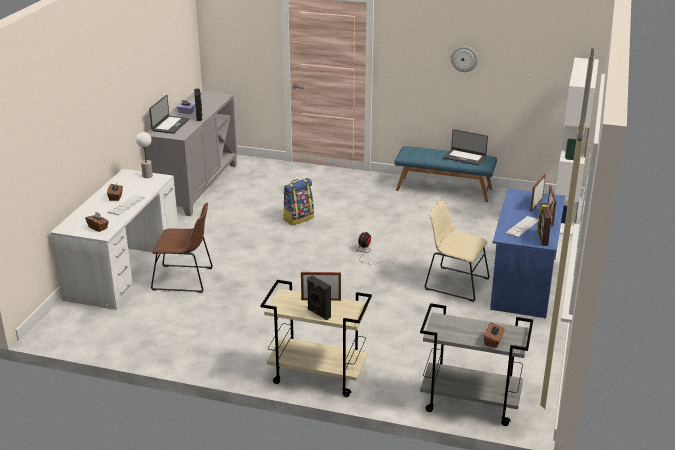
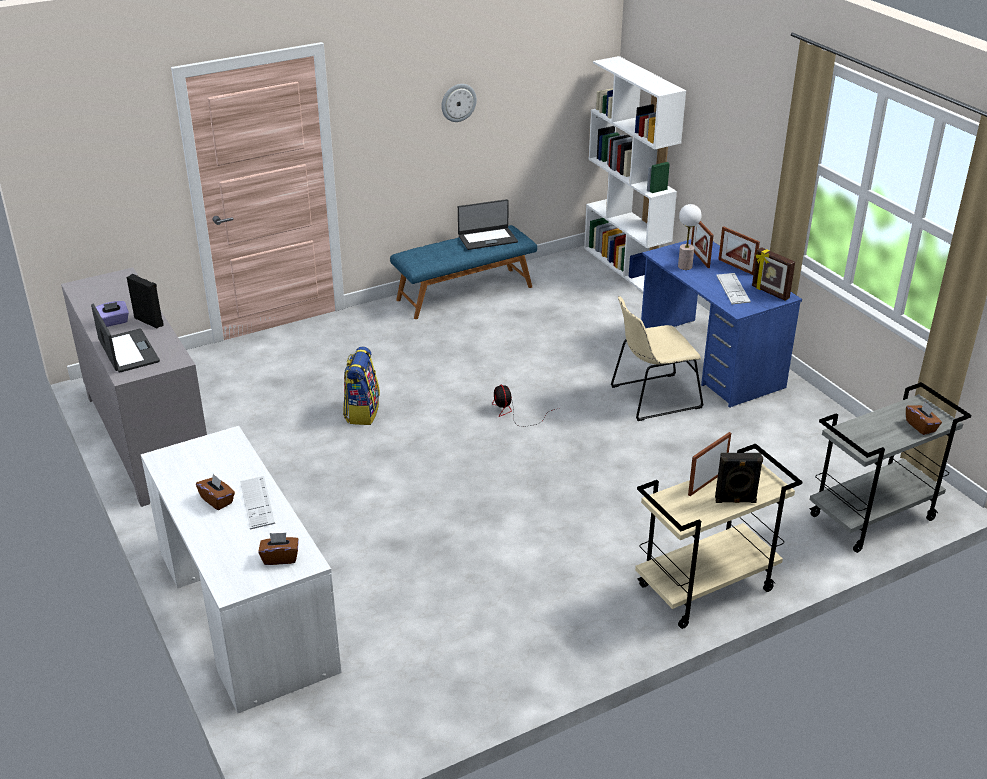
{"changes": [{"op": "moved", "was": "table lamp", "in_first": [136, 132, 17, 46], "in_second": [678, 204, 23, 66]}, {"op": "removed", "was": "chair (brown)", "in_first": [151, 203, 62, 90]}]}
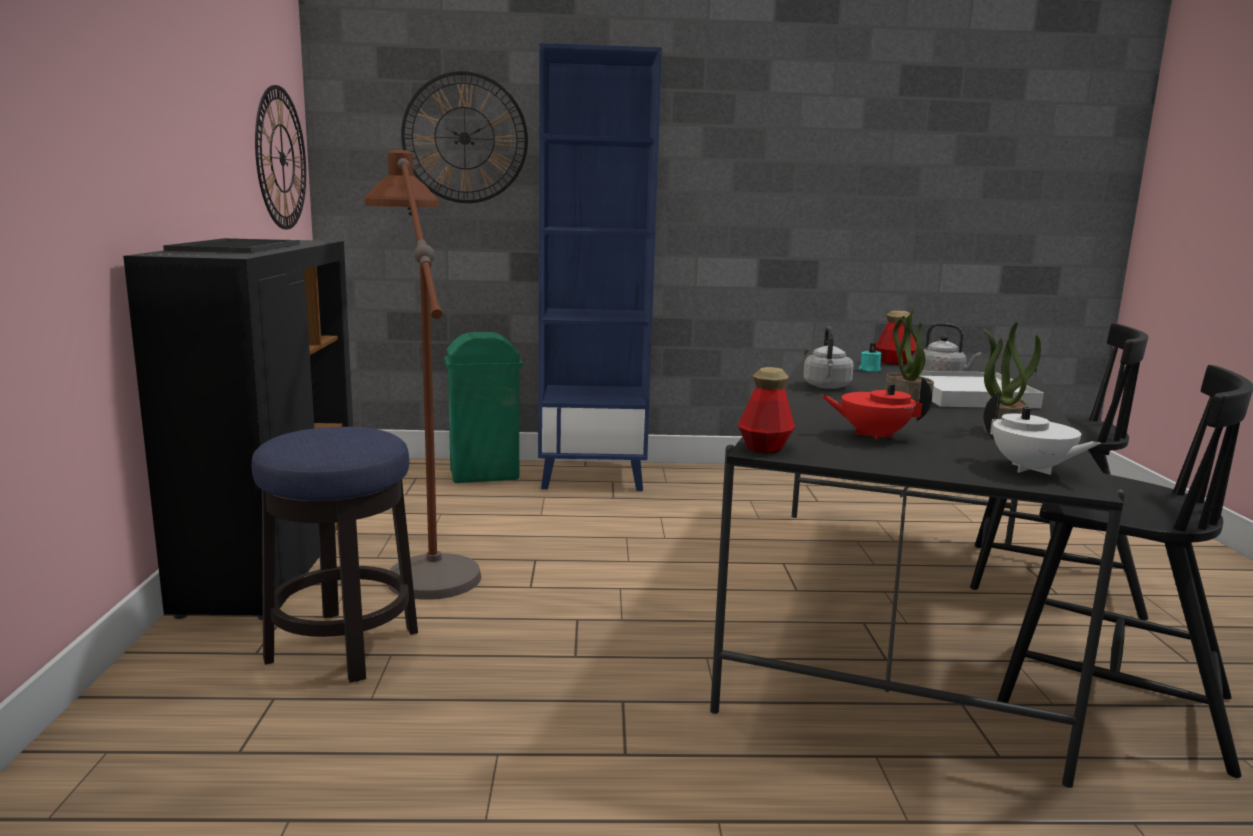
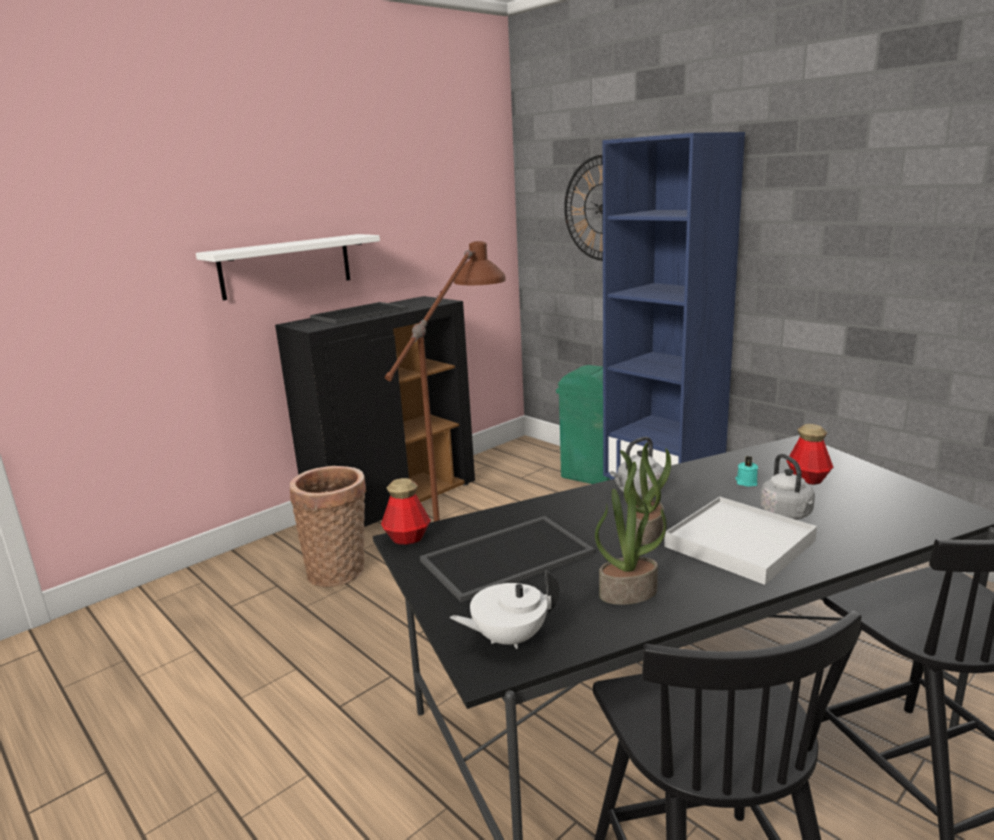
{"changes": [{"op": "removed", "was": "wall clock", "in_first": [255, 85, 51, 145]}, {"op": "replaced", "was": "teapot (red)", "now": "tray", "in_first": [821, 377, 111, 64], "in_second": [420, 516, 175, 87]}, {"op": "turned", "was": "teapot (white)", "in_first": [984, 392, 117, 83], "in_second": [450, 570, 110, 79], "clockwise": 60}, {"op": "replaced", "was": "stool", "now": "basket", "in_first": [252, 427, 166, 256], "in_second": [290, 466, 76, 121]}, {"op": "added", "now": "shelf (white)", "in_second": [196, 234, 184, 66]}]}
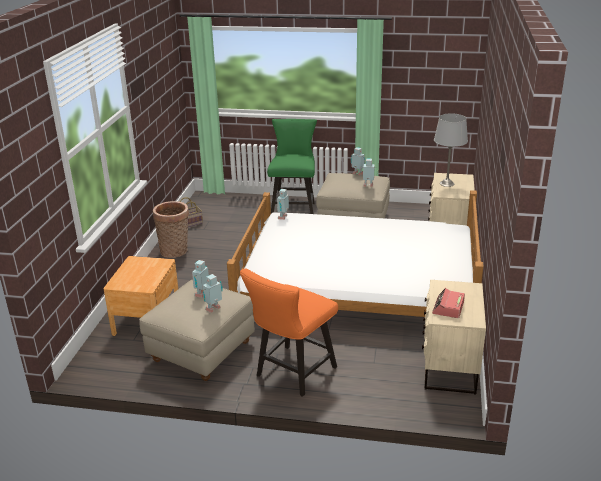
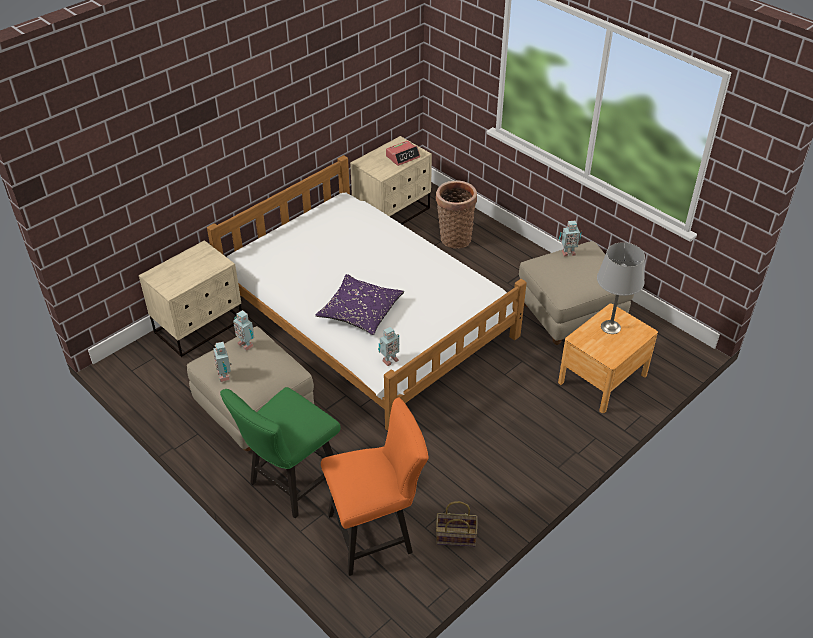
{"changes": [{"op": "moved", "was": "table lamp (grey)", "in_first": [434, 113, 34, 74], "in_second": [597, 242, 48, 92]}, {"op": "moved", "was": "basket", "in_first": [153, 201, 36, 57], "in_second": [436, 181, 41, 68]}, {"op": "removed", "was": "toy robot", "in_first": [192, 260, 17, 38]}, {"op": "moved", "was": "chair (orange)", "in_first": [240, 269, 98, 128], "in_second": [321, 397, 107, 179]}, {"op": "added", "now": "pillow (purple)", "in_second": [315, 274, 89, 61]}]}
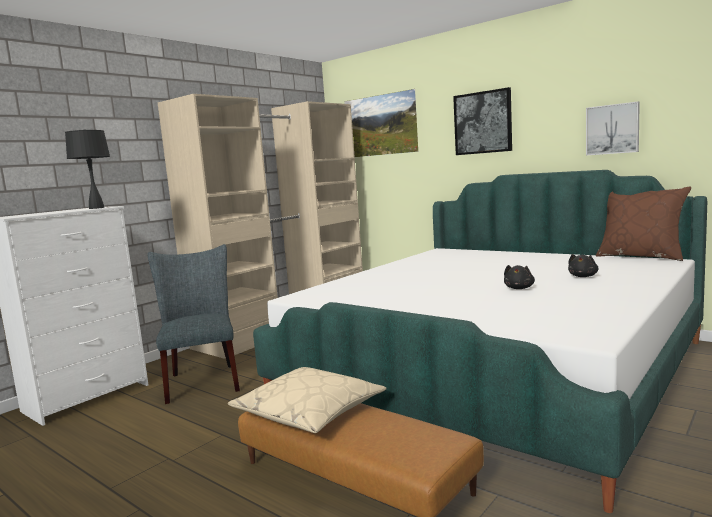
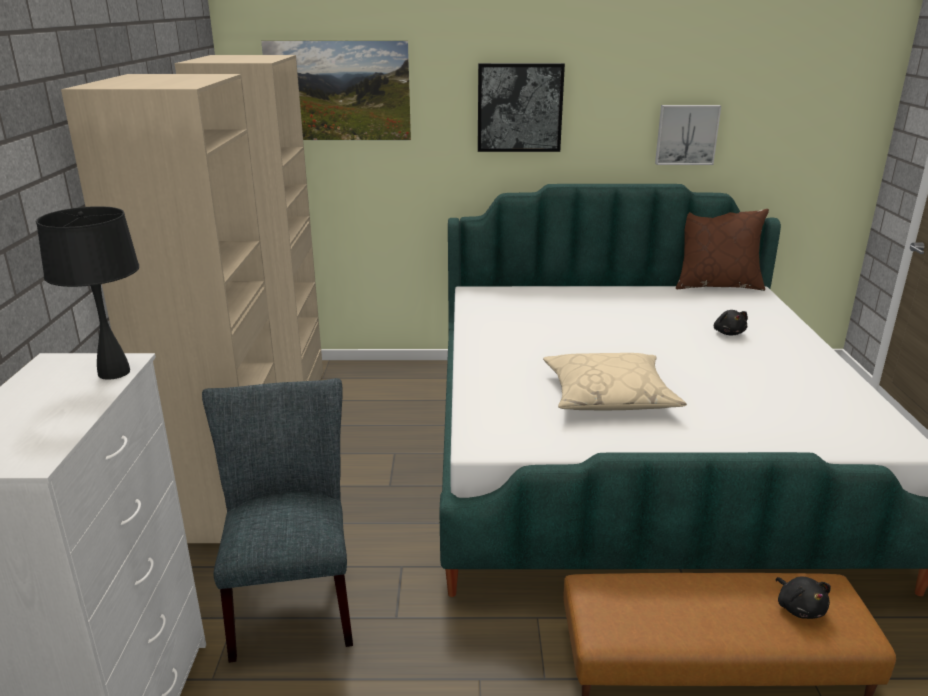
{"changes": [{"op": "turned", "was": "chair (grey)", "in_first": [147, 244, 93, 160], "in_second": [202, 378, 151, 285], "clockwise": 45}, {"op": "moved", "was": "plush toy (black)", "in_first": [504, 265, 31, 24], "in_second": [776, 577, 55, 42]}, {"op": "moved", "was": "pillow (beige)", "in_first": [228, 367, 158, 66], "in_second": [543, 353, 144, 57]}]}
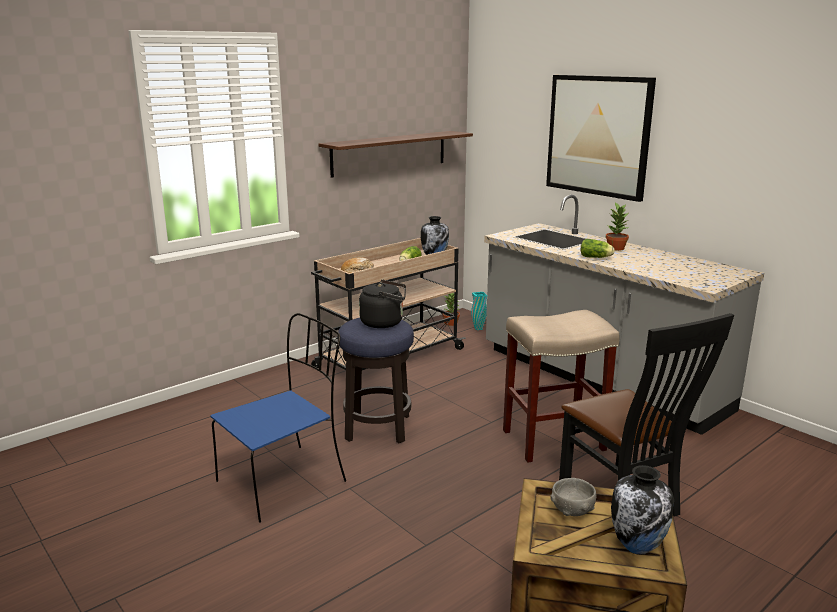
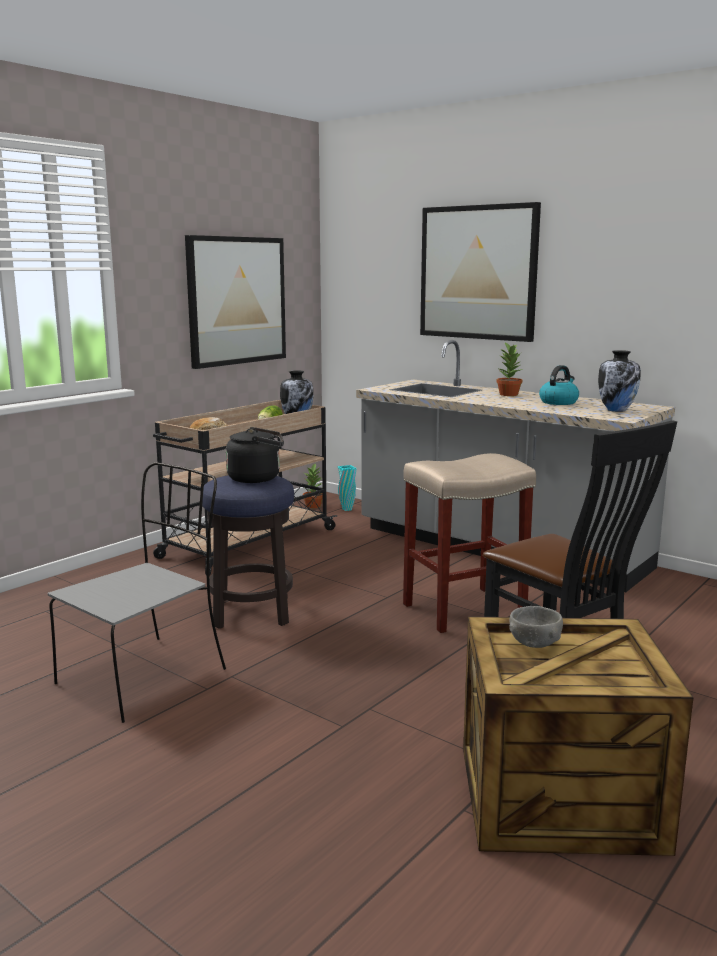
{"changes": [{"op": "replaced", "was": "shelf", "now": "picture", "in_first": [318, 131, 155, 47], "in_second": [185, 235, 101, 134]}, {"op": "removed", "was": "lettuce", "in_first": [581, 239, 34, 19]}, {"op": "recoloured", "was": "chair (blue)", "now": "chair (grey)", "in_first": [210, 313, 136, 210], "in_second": [48, 462, 178, 261]}, {"op": "moved", "was": "vase", "in_first": [611, 465, 63, 90], "in_second": [598, 350, 43, 62]}, {"op": "added", "now": "kettle", "in_second": [539, 365, 40, 40]}]}
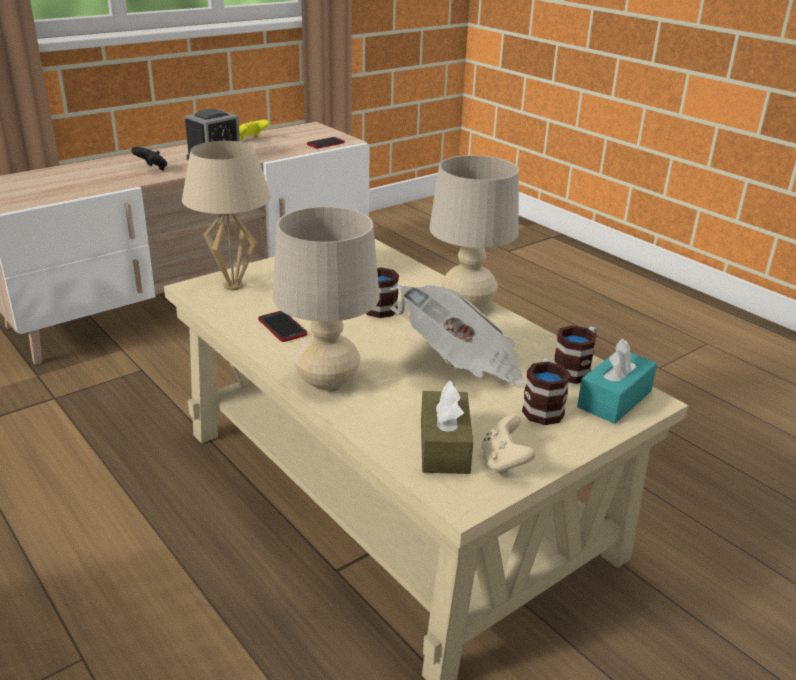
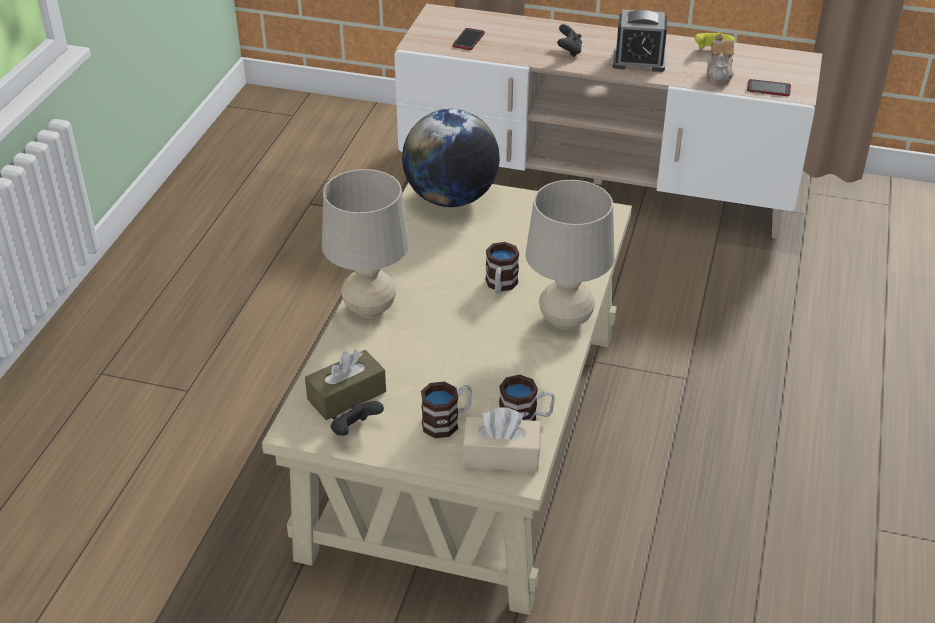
{"changes": [{"op": "replaced", "was": "table lamp (beige)", "now": "globe", "in_first": [182, 141, 89, 149], "in_second": [402, 109, 98, 98]}, {"op": "removed", "was": "newspaper", "in_first": [401, 285, 124, 101]}, {"op": "moved", "was": "phone", "in_first": [258, 311, 49, 31], "in_second": [453, 28, 32, 22]}, {"op": "recoloured", "was": "tissue box (turquoise)", "now": "tissue box (beige)", "in_first": [577, 338, 80, 86], "in_second": [462, 407, 79, 65]}, {"op": "recoloured", "was": "game controller (beige)", "now": "game controller (black)", "in_first": [482, 415, 54, 61], "in_second": [331, 401, 53, 35]}, {"op": "added", "now": "teapot", "in_second": [707, 33, 27, 53]}]}
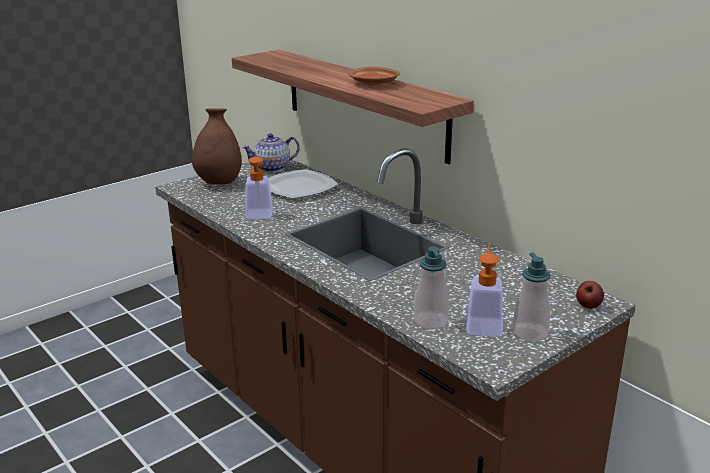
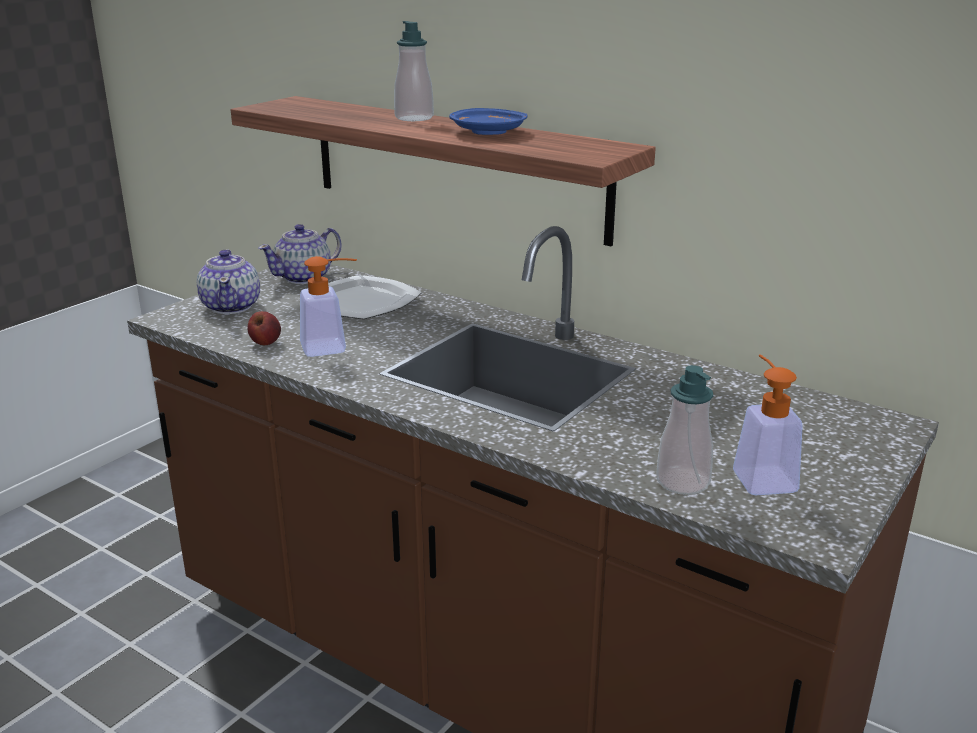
{"changes": [{"op": "recoloured", "was": "plate (brown)", "now": "plate (blue)", "in_first": [349, 67, 51, 19], "in_second": [449, 108, 78, 27]}, {"op": "replaced", "was": "vase (brown)", "now": "teapot", "in_first": [192, 108, 50, 76], "in_second": [197, 249, 63, 65]}, {"op": "moved", "was": "soap dispenser", "in_first": [512, 253, 39, 88], "in_second": [394, 21, 40, 100]}, {"op": "moved", "was": "apple", "in_first": [576, 281, 28, 28], "in_second": [248, 311, 33, 34]}]}
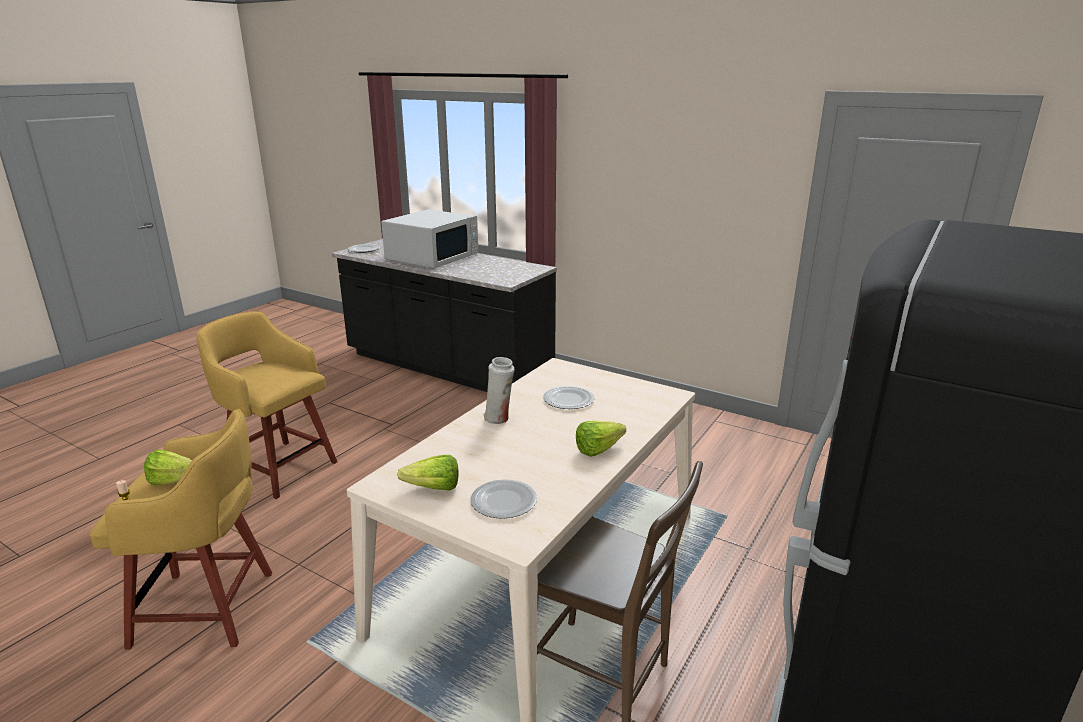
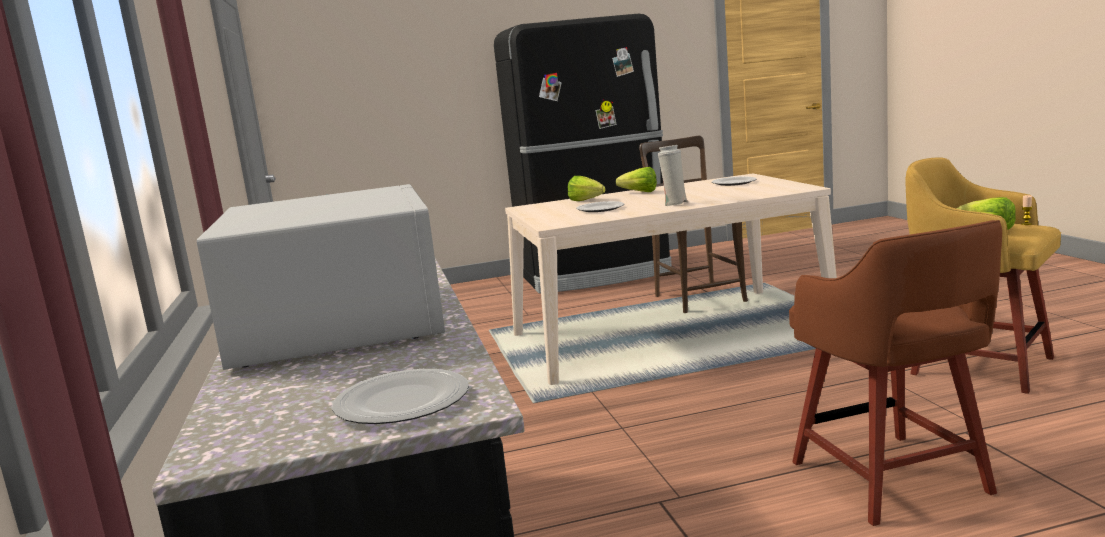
{"changes": [{"op": "turned", "was": "microwave (white)", "in_first": [381, 209, 97, 60], "in_second": [197, 184, 248, 186], "clockwise": 90}, {"op": "recoloured", "was": "stool (yellow)", "now": "stool (brown)", "in_first": [197, 311, 140, 188], "in_second": [789, 220, 213, 306]}, {"op": "moved", "was": "lettuce", "in_first": [397, 455, 62, 36], "in_second": [568, 176, 38, 25]}]}
